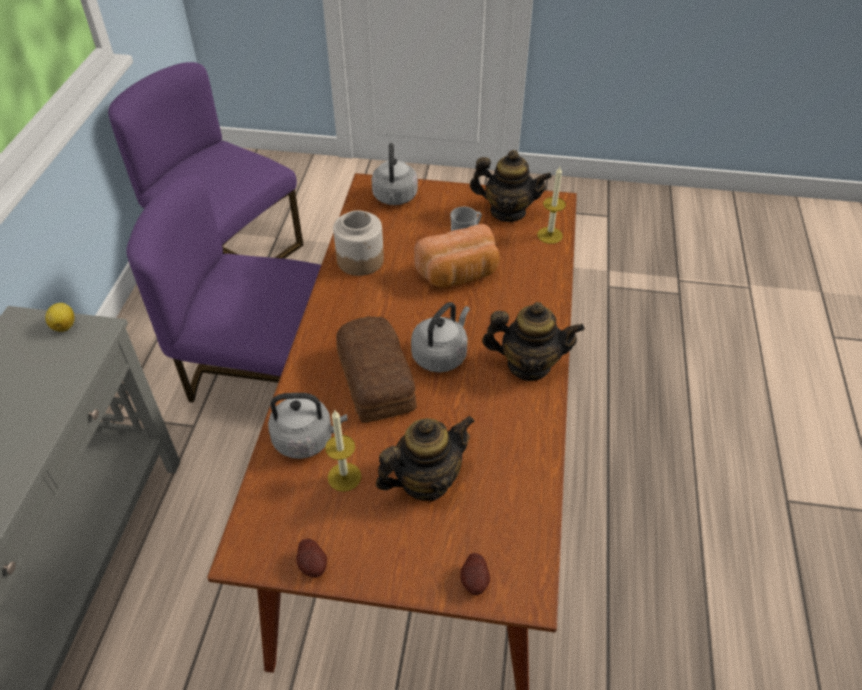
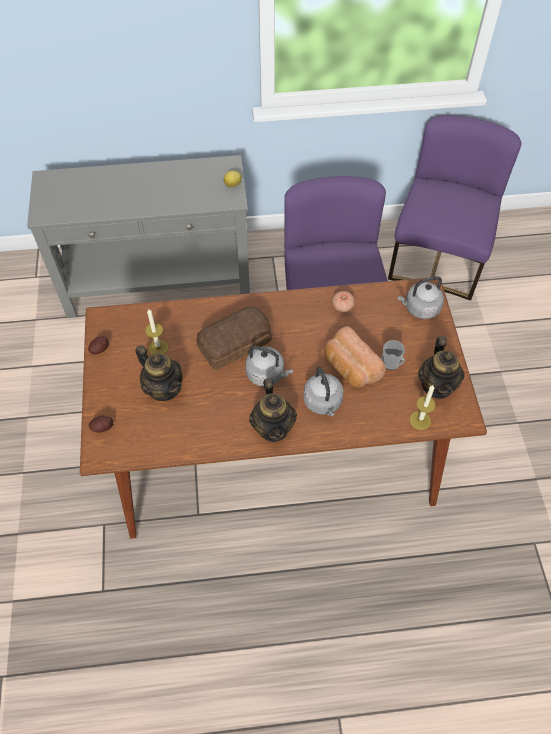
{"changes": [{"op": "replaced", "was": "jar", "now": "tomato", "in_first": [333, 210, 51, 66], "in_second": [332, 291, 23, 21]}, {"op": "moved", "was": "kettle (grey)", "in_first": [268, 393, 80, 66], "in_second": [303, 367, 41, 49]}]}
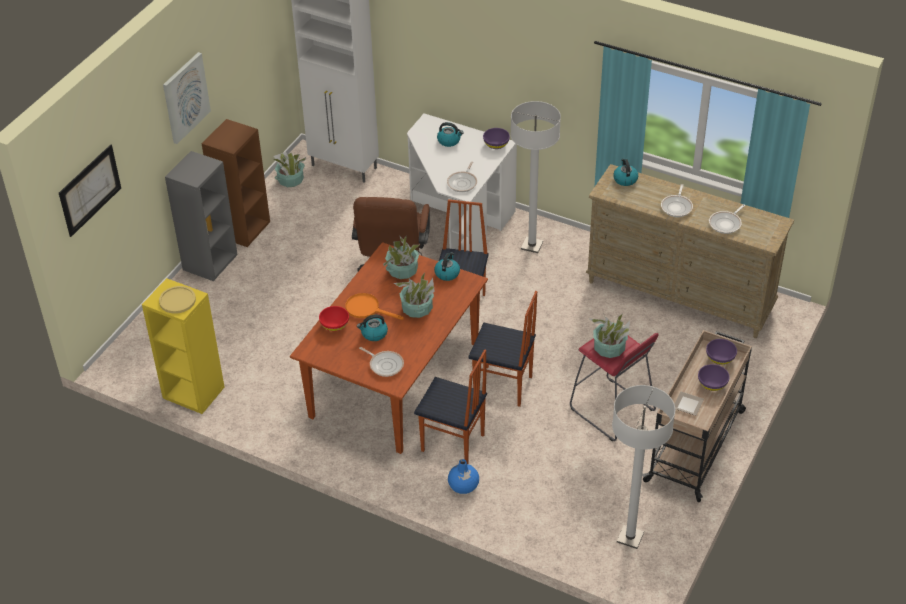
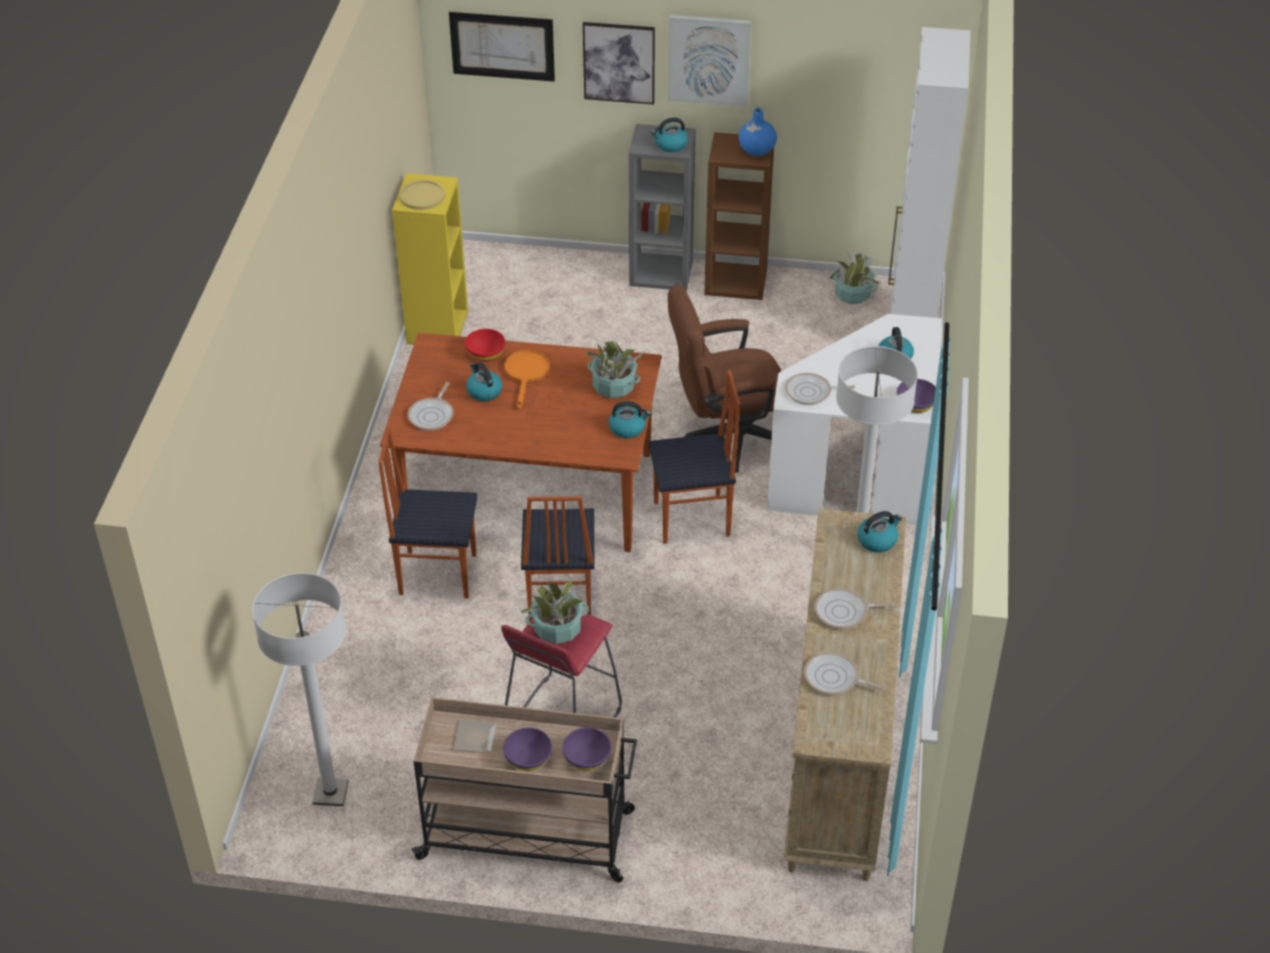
{"changes": [{"op": "removed", "was": "potted plant", "in_first": [394, 273, 41, 45]}, {"op": "turned", "was": "chair", "in_first": [414, 350, 73, 114], "in_second": [378, 427, 100, 172], "clockwise": 90}, {"op": "moved", "was": "vase (blue)", "in_first": [448, 459, 31, 35], "in_second": [739, 108, 38, 48]}, {"op": "added", "now": "picture", "in_second": [583, 22, 72, 82]}, {"op": "added", "now": "kettle", "in_second": [651, 118, 37, 34]}]}
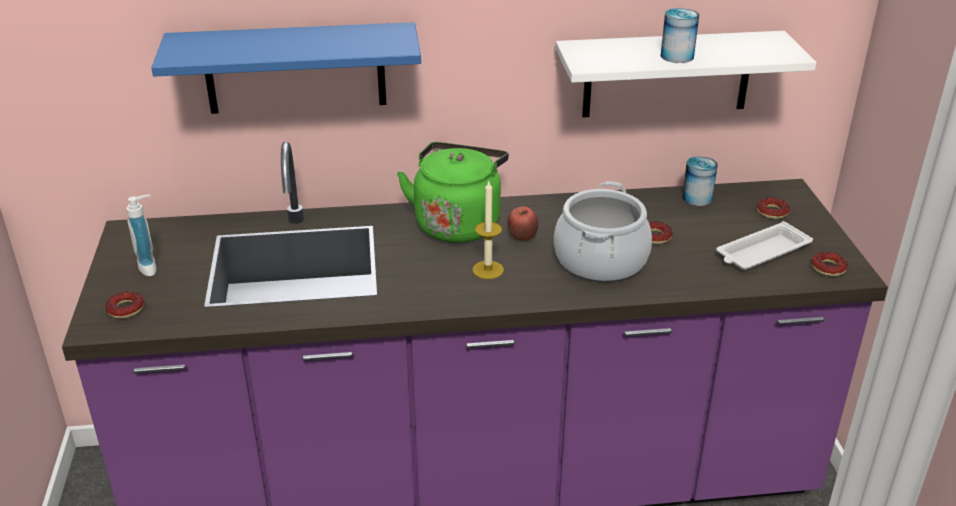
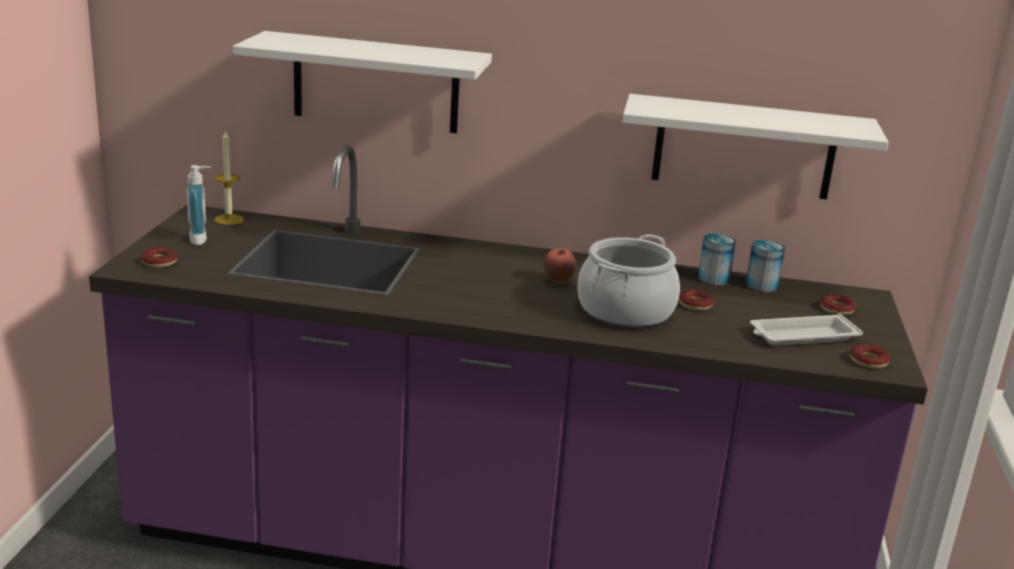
{"changes": [{"op": "moved", "was": "can", "in_first": [661, 8, 38, 55], "in_second": [698, 233, 38, 52]}, {"op": "recoloured", "was": "shelf (blue)", "now": "shelf (white)", "in_first": [151, 22, 270, 92], "in_second": [233, 31, 259, 102]}, {"op": "removed", "was": "kettle (green)", "in_first": [397, 142, 112, 101]}, {"op": "moved", "was": "candle", "in_first": [472, 181, 32, 98], "in_second": [214, 129, 30, 96]}]}
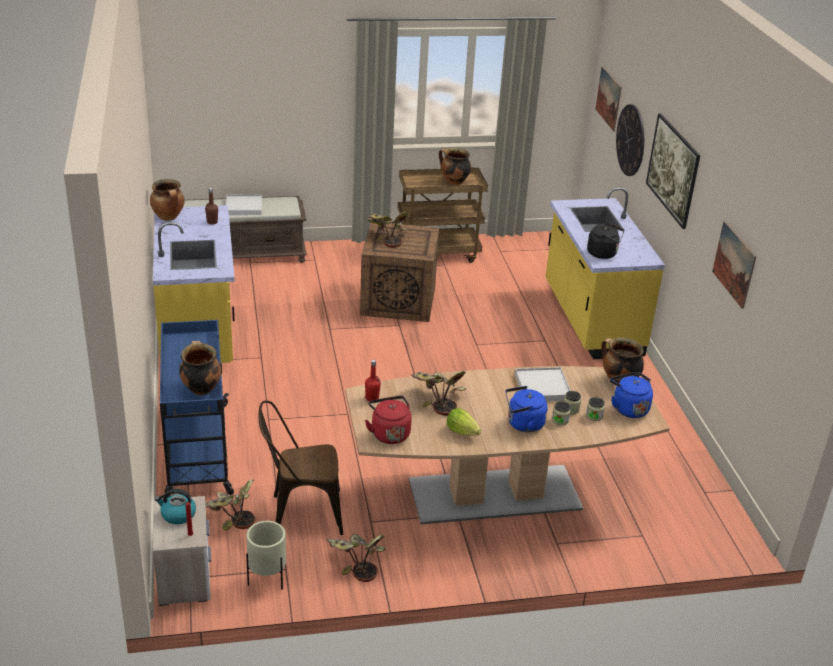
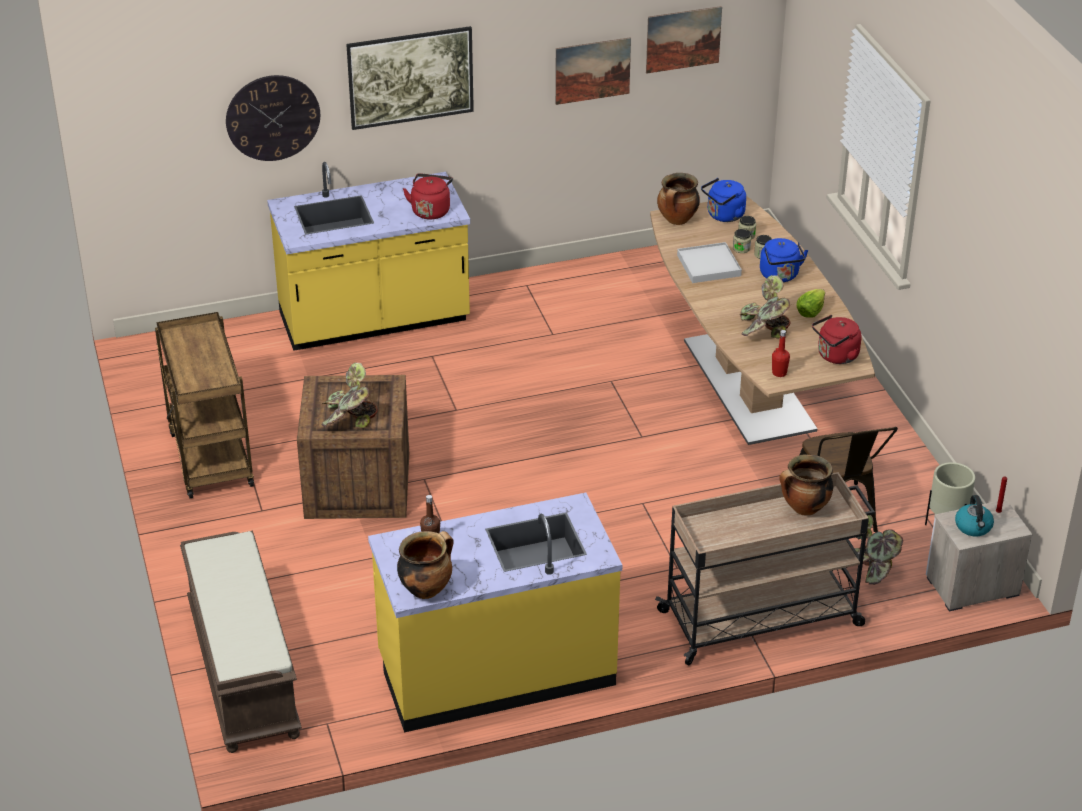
{"changes": [{"op": "moved", "was": "picture", "in_first": [595, 66, 27, 65], "in_second": [646, 6, 76, 68]}, {"op": "removed", "was": "cooking pot", "in_first": [439, 148, 32, 37]}, {"op": "removed", "was": "tray (white)", "in_first": [226, 194, 36, 21]}, {"op": "recoloured", "was": "kettle (black)", "now": "kettle (red)", "in_first": [587, 223, 37, 36], "in_second": [403, 173, 50, 47]}, {"op": "recoloured", "was": "cart (blue)", "now": "cart (beige)", "in_first": [160, 320, 74, 178], "in_second": [655, 472, 220, 194]}, {"op": "removed", "was": "potted plant", "in_first": [327, 534, 58, 48]}]}
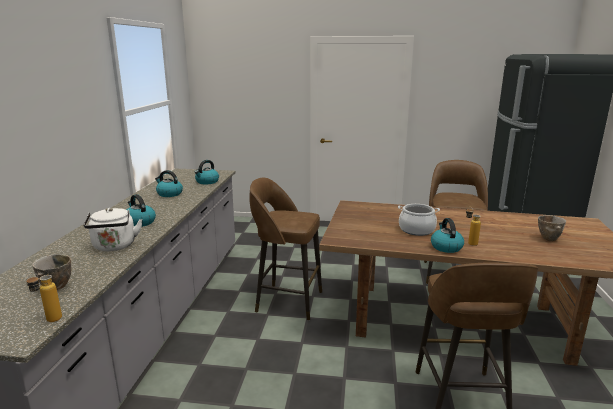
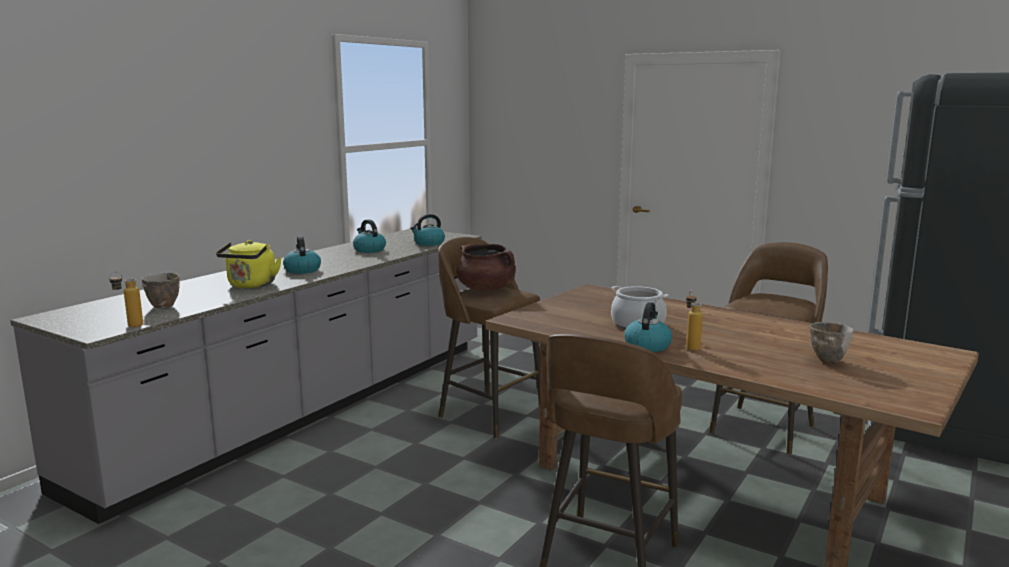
{"changes": [{"op": "recoloured", "was": "kettle (white)", "now": "kettle (yellow)", "in_first": [83, 208, 59, 43], "in_second": [216, 240, 65, 48]}, {"op": "added", "now": "cooking pot (brown)", "in_second": [456, 244, 60, 47]}]}
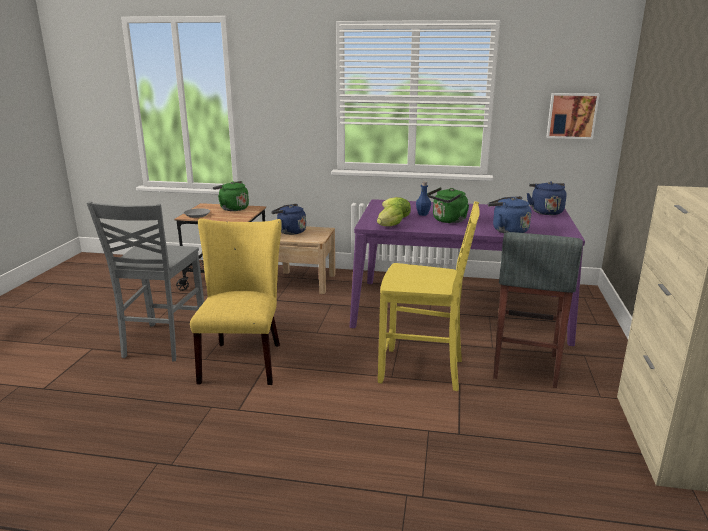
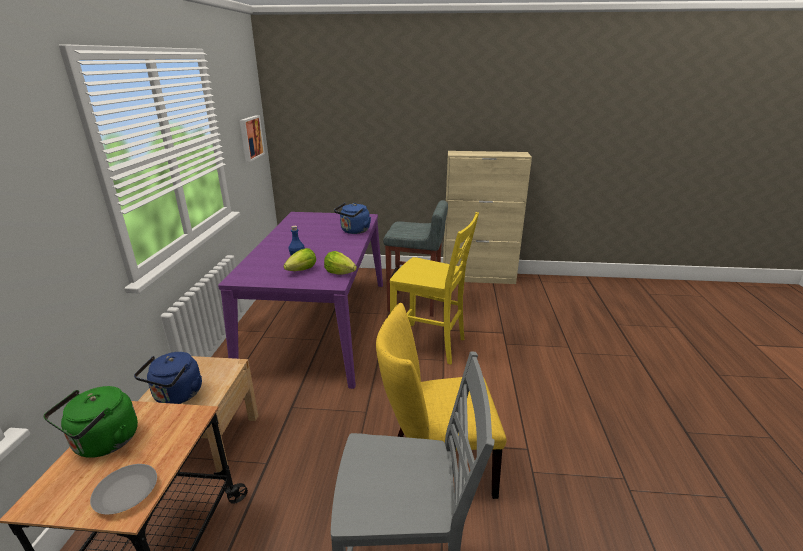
{"changes": [{"op": "removed", "was": "kettle (blue)", "in_first": [527, 181, 40, 34]}, {"op": "removed", "was": "kettle (green)", "in_first": [427, 187, 42, 36]}, {"op": "turned", "was": "chair (yellow)", "in_first": [378, 201, 102, 190], "in_second": [390, 212, 89, 153], "clockwise": 105}]}
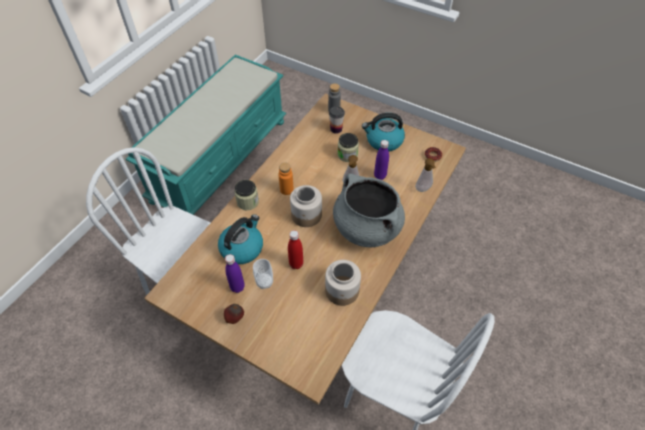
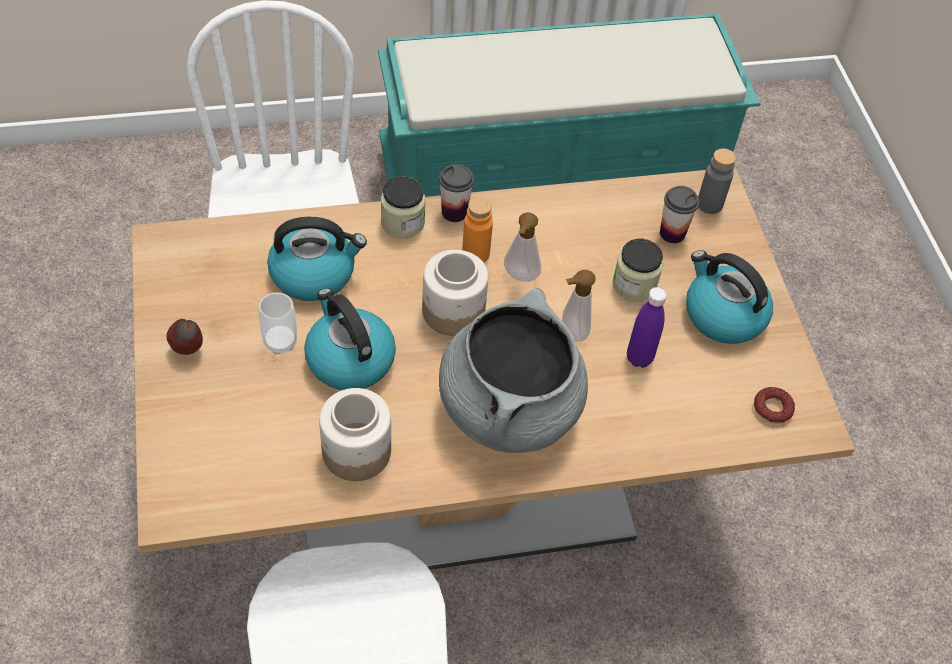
{"changes": [{"op": "moved", "was": "soap dispenser", "in_first": [415, 158, 21, 34], "in_second": [504, 212, 37, 70]}, {"op": "replaced", "was": "bottle (red)", "now": "kettle", "in_first": [288, 230, 15, 39], "in_second": [304, 288, 92, 102]}, {"op": "removed", "was": "bottle (purple)", "in_first": [225, 254, 20, 39]}, {"op": "added", "now": "cup", "in_second": [439, 164, 35, 58]}]}
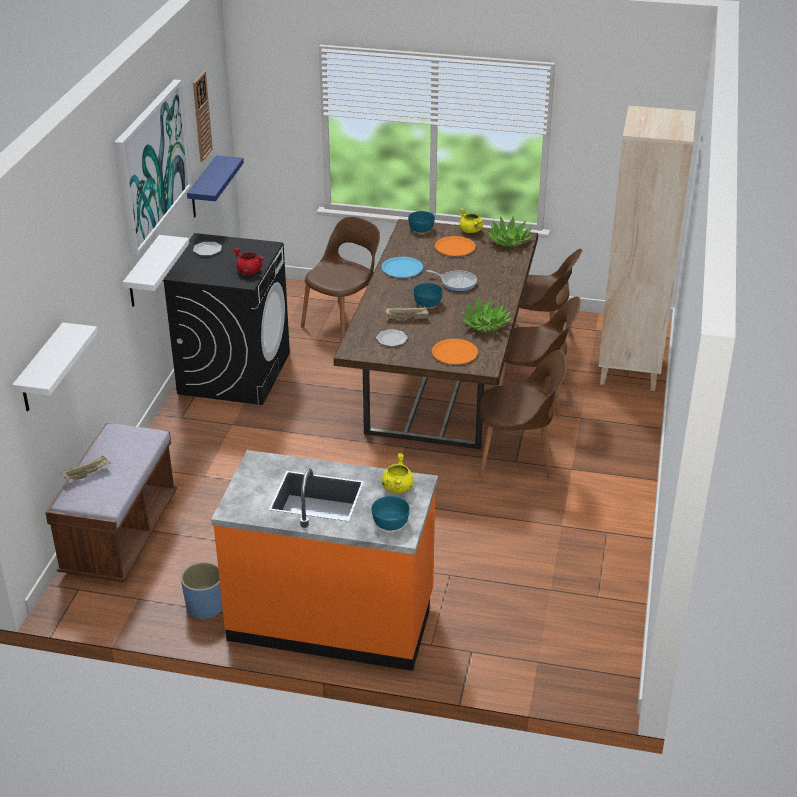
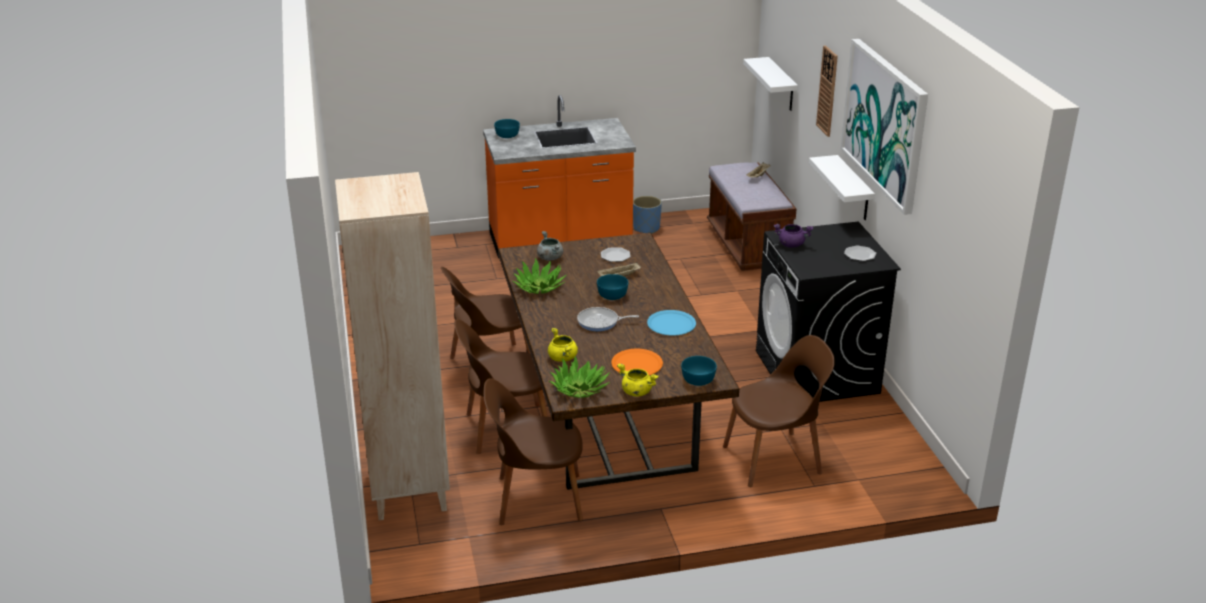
{"changes": [{"op": "moved", "was": "wall clock", "in_first": [193, 71, 20, 91], "in_second": [816, 46, 22, 91]}, {"op": "removed", "was": "shelf (blue)", "in_first": [187, 155, 57, 63]}, {"op": "turned", "was": "chair (brown)", "in_first": [301, 217, 79, 124], "in_second": [723, 335, 112, 152], "clockwise": -120}, {"op": "recoloured", "was": "cooking pot (red)", "now": "cooking pot (purple)", "in_first": [233, 248, 31, 26], "in_second": [774, 224, 39, 24]}, {"op": "replaced", "was": "plate (orange)", "now": "cooking pot (grey)", "in_first": [432, 339, 46, 25], "in_second": [537, 231, 26, 30]}, {"op": "moved", "was": "cooking pot (yellow)", "in_first": [382, 453, 32, 40], "in_second": [548, 328, 30, 34]}]}
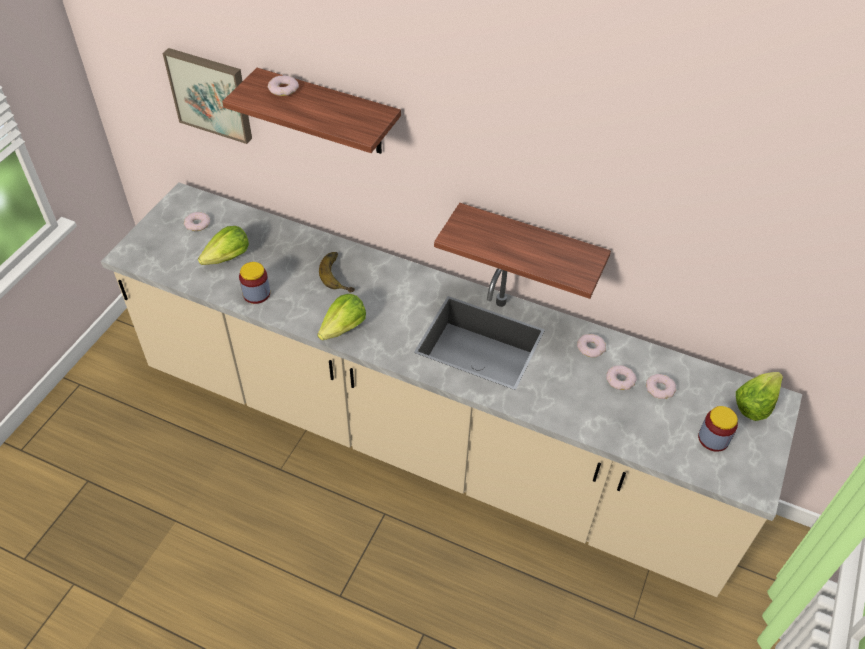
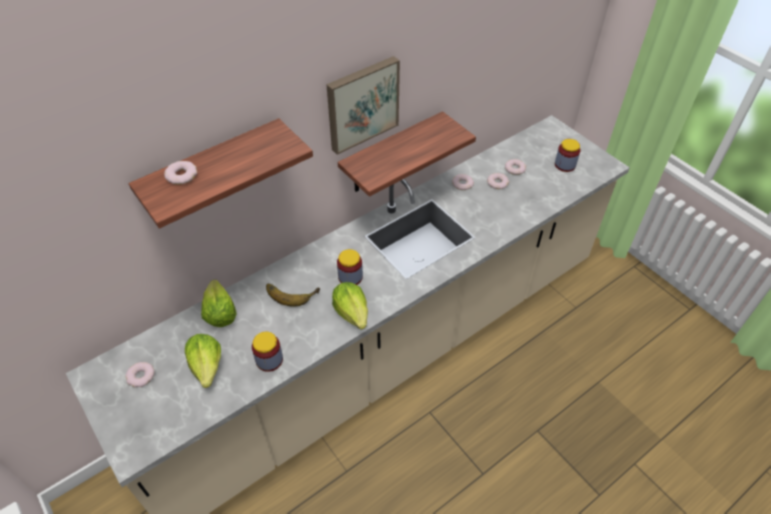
{"changes": [{"op": "moved", "was": "picture", "in_first": [163, 48, 89, 96], "in_second": [326, 56, 74, 99]}, {"op": "moved", "was": "lettuce", "in_first": [736, 372, 47, 49], "in_second": [201, 280, 36, 47]}, {"op": "added", "now": "jar", "in_second": [337, 249, 26, 36]}]}
